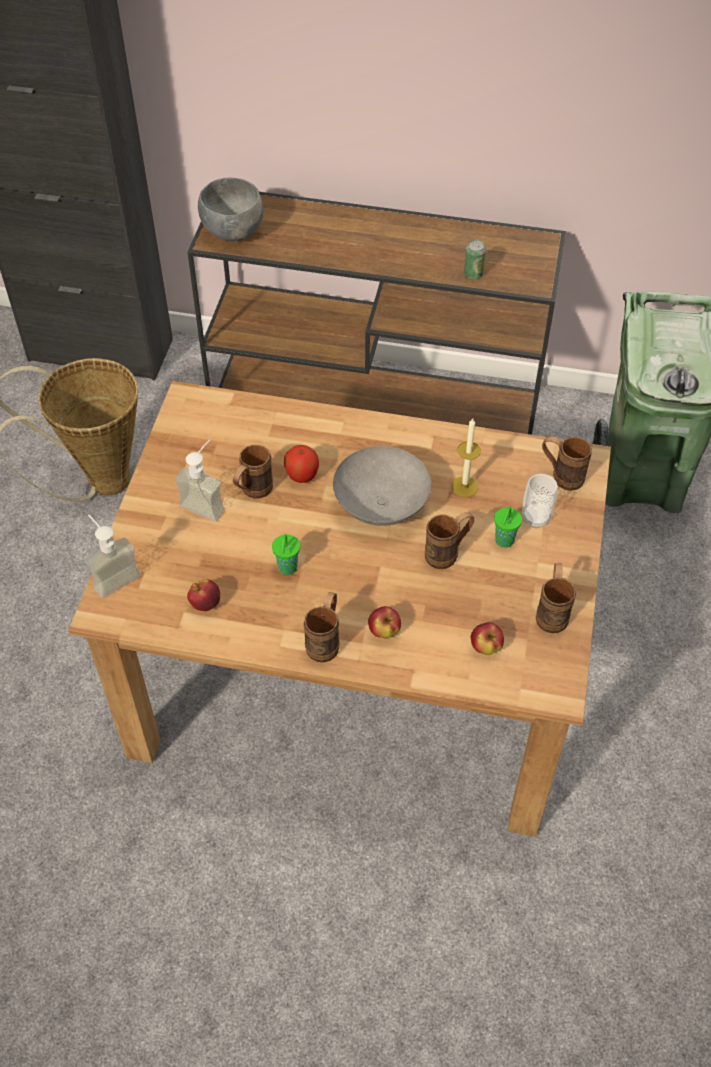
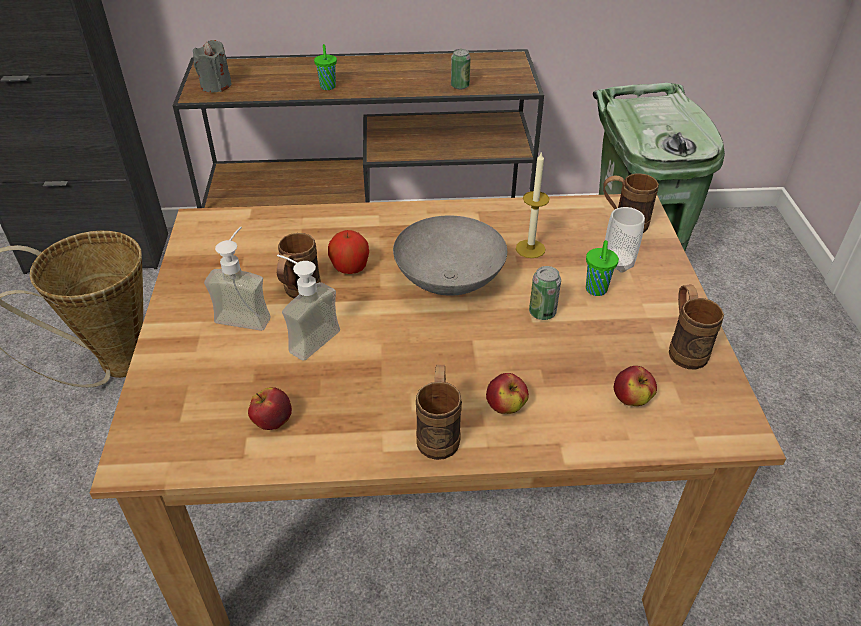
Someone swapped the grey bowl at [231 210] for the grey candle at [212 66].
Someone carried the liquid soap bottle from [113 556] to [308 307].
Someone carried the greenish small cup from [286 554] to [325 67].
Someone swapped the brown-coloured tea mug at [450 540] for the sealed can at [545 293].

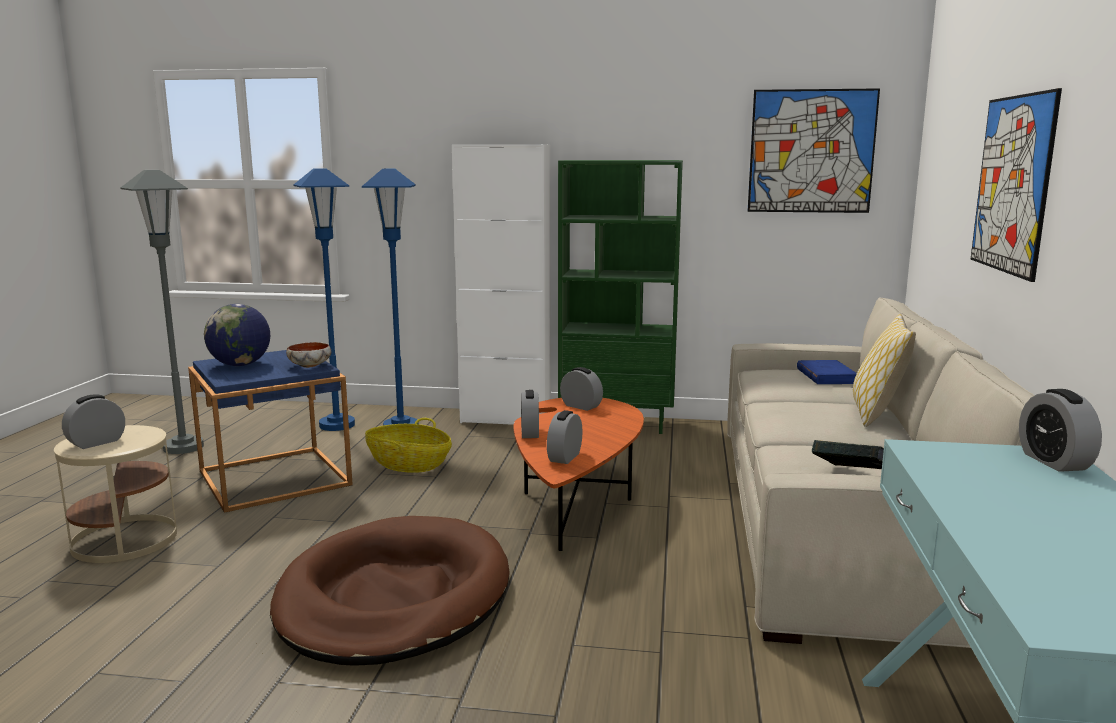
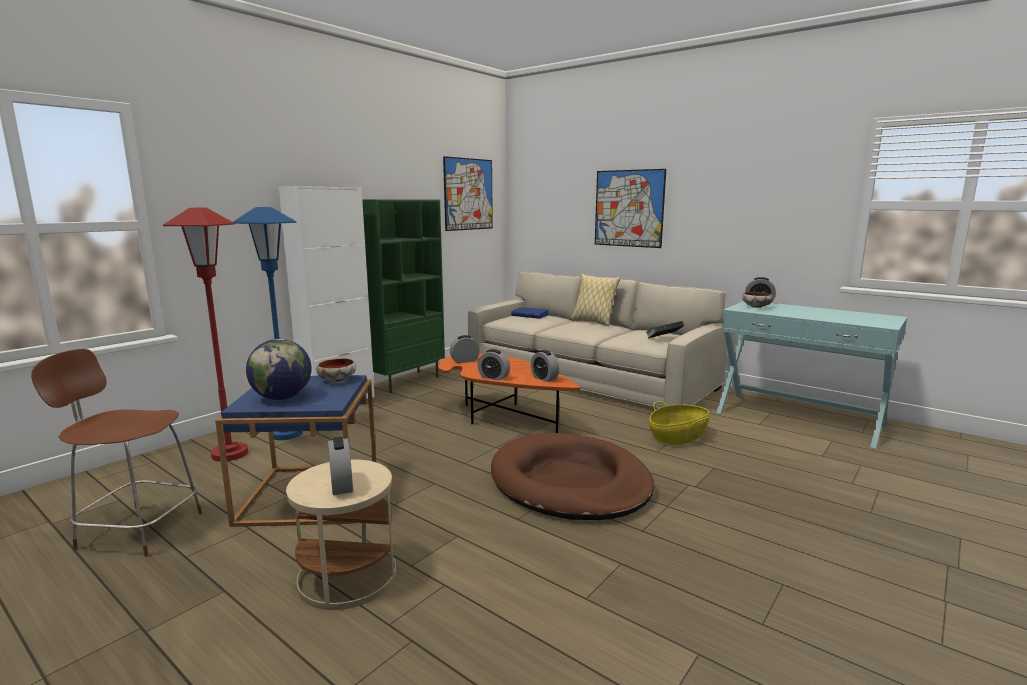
Someone swapped the grey floor lamp at [162 312] for the brown-coloured stool seat at [116 453].
Someone repainted the blue floor lamp at [324 299], which became the red floor lamp at [205 335].
Someone carried the household basket from [408 445] to [679 423].
Someone put down the bowl at [757 300].

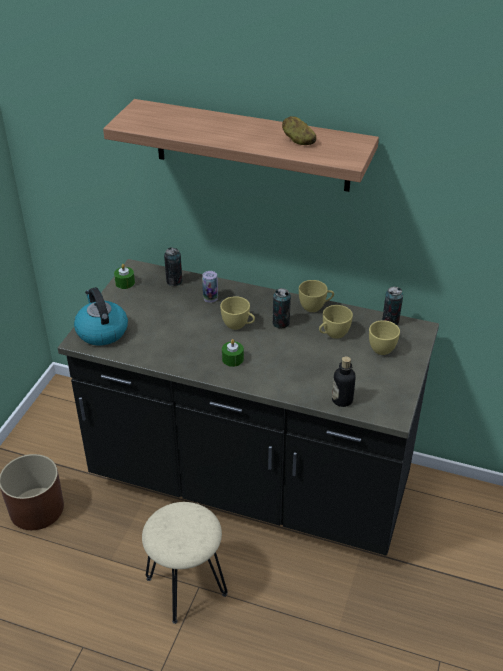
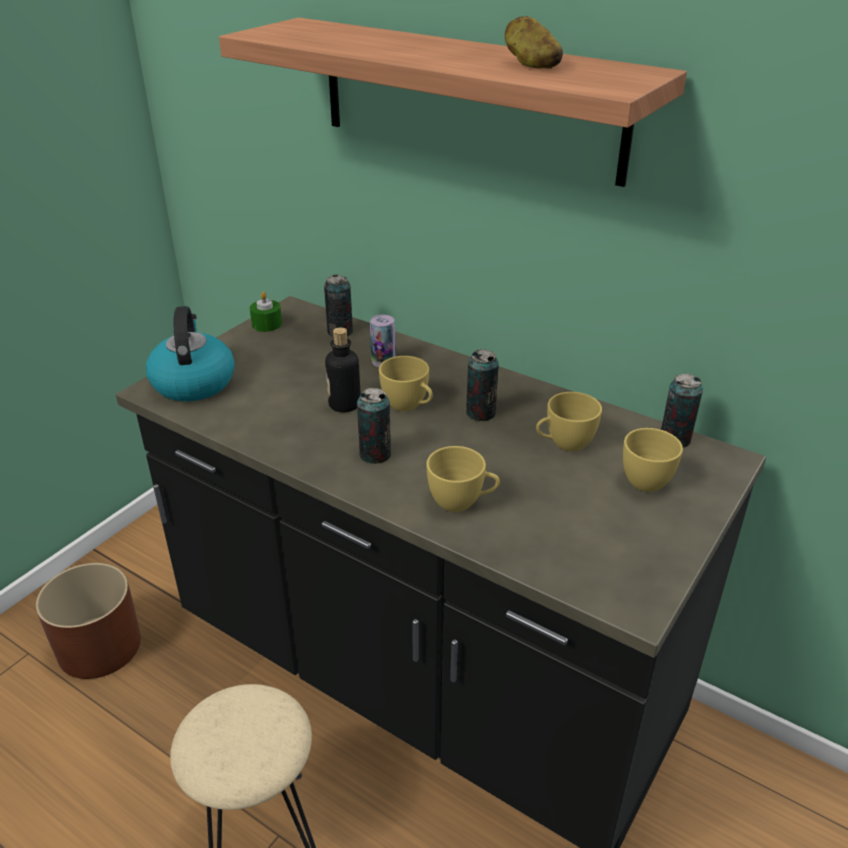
Someone carried the drink bottle from [344 381] to [343 369].
Someone swapped the greenish candle at [233 353] for the sealed can at [374 426].
Someone carried the yellow-coloured small cup from [316 296] to [463 479].

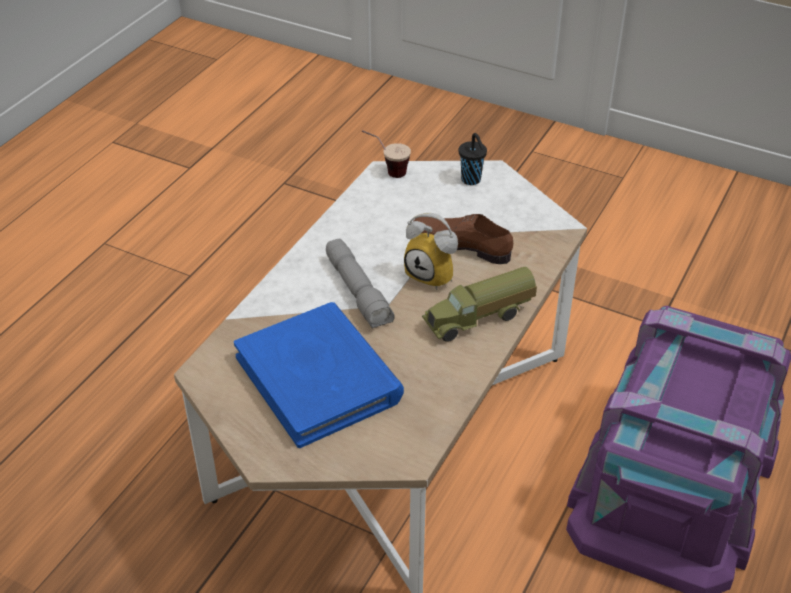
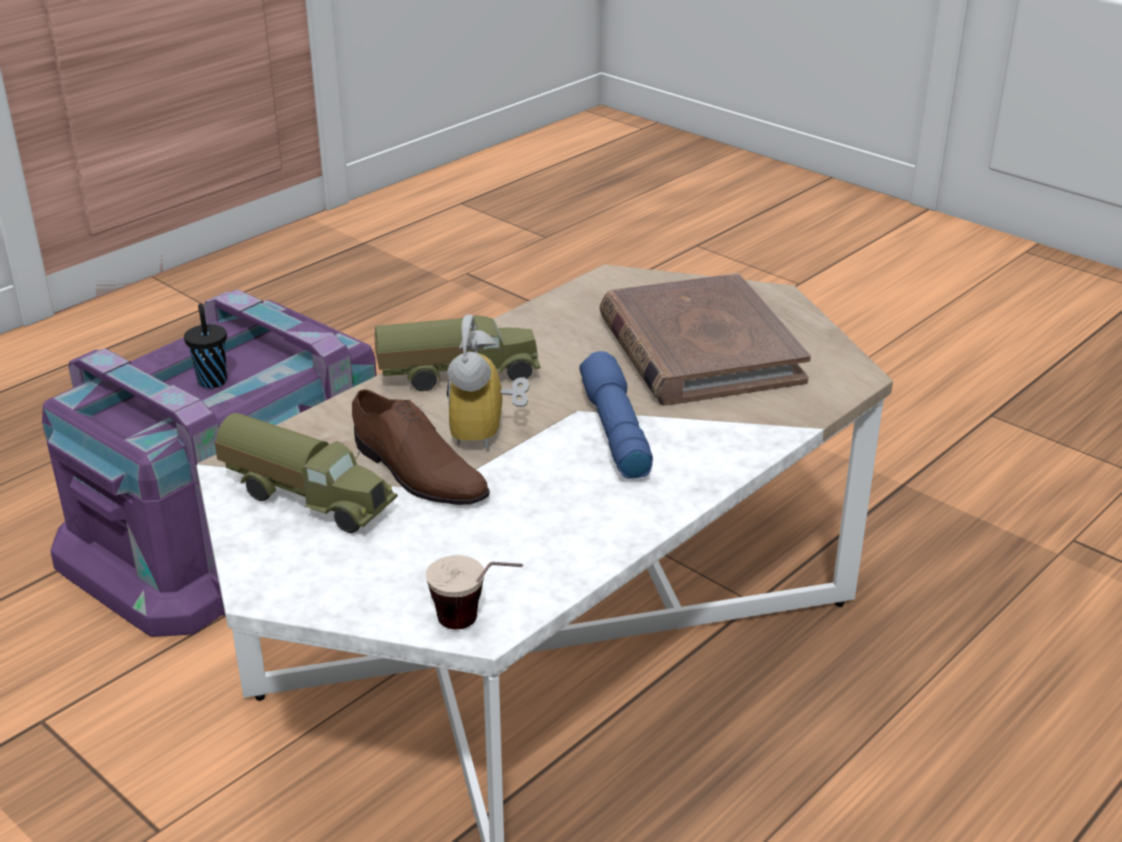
Someone carried the blackish small cup from [473 159] to [205 345].
Someone put down the toy truck at [306 473].
Someone rotated the alarm clock at [431 251] by 135 degrees counterclockwise.
Someone repainted the grey torch at [360 284], which became the blue torch at [616 415].
Someone repainted the blue bound book at [319 375], which became the brown-coloured bound book at [705 339].

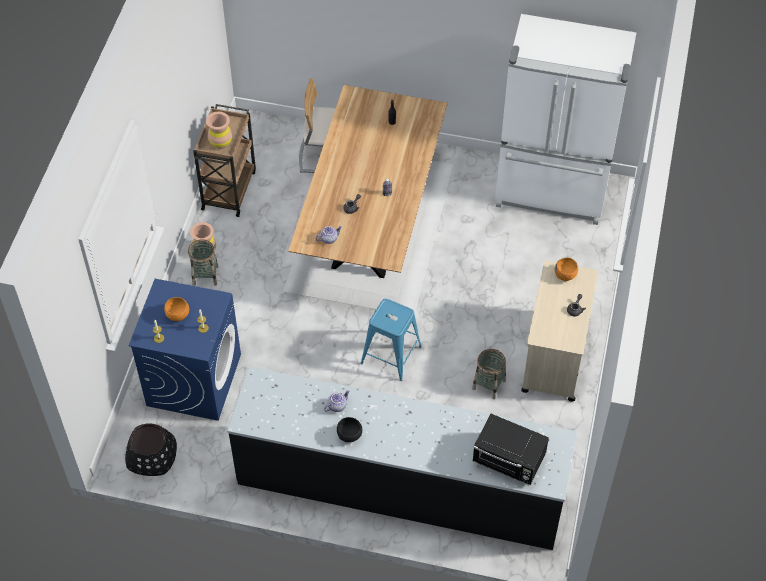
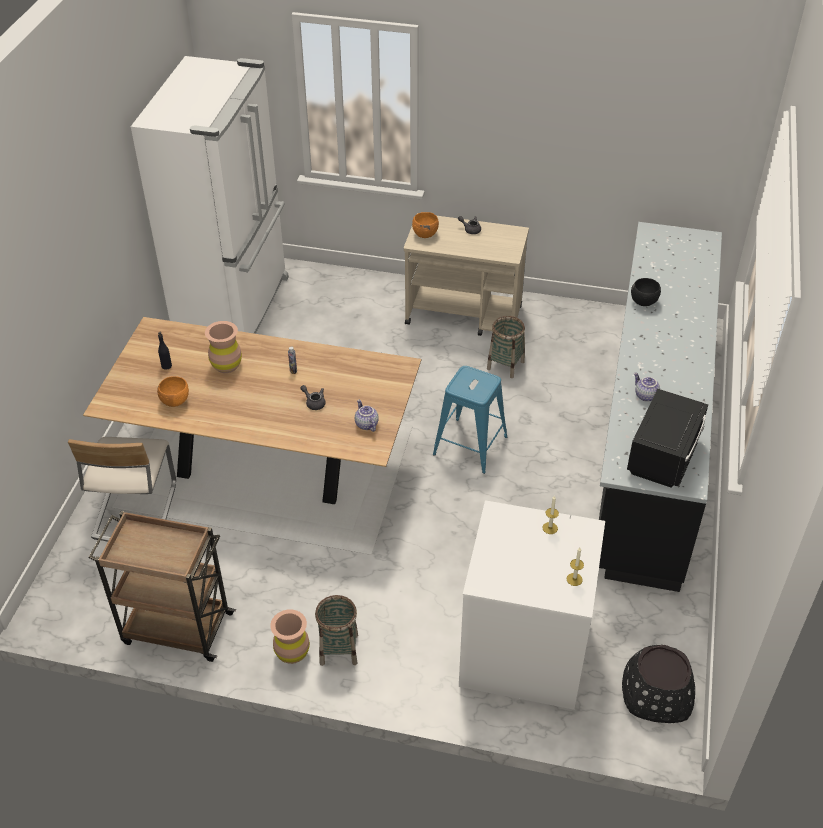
Someone carried the orange bowl from [176 309] to [173 391].
Someone carried the brown-coloured vase from [219 130] to [223 347].
Someone repainted the blue washing machine at [184 350], which became the white-coloured washing machine at [532 605].
Someone carried the blackish microwave oven from [511 449] to [667 438].
Someone carried the blackish bowl from [349 430] to [646 292].

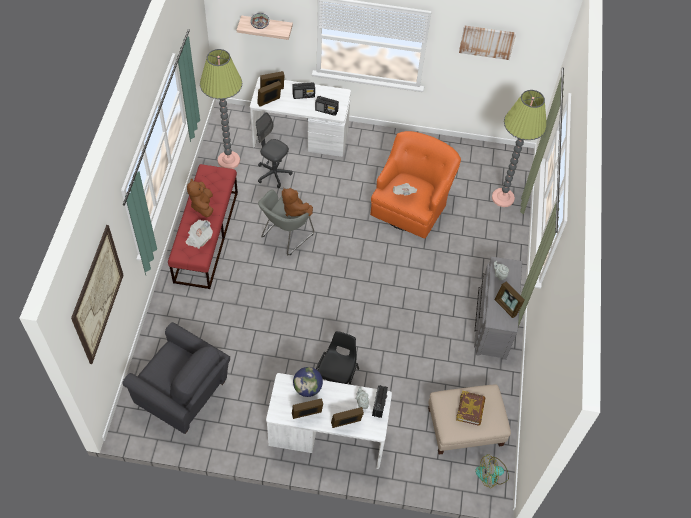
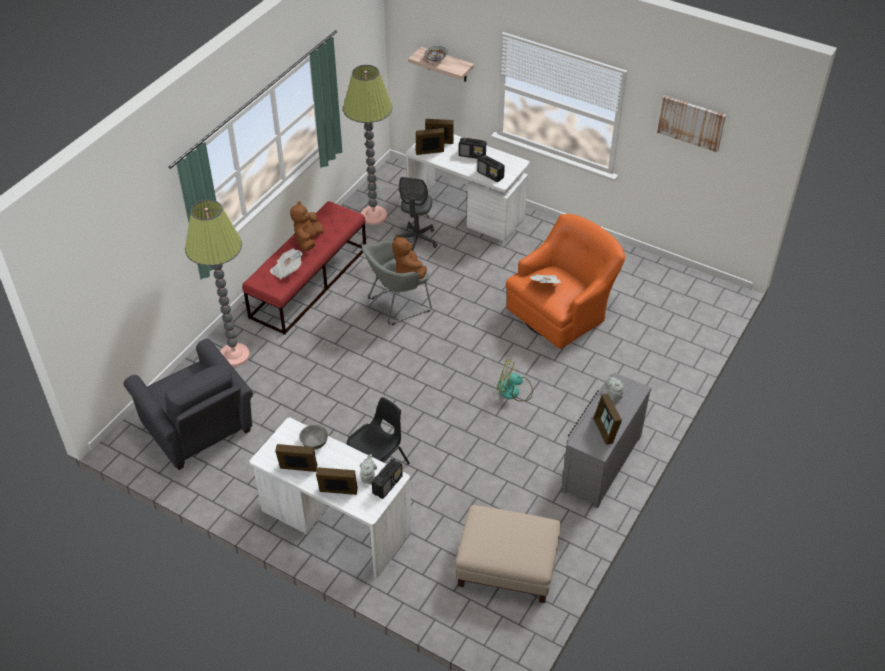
Someone carried the floor lamp from [519 148] to [217 283].
Someone swapped the globe at [308 382] for the grey bowl at [313 437].
Someone rotated the grey desk chair at [274 150] by 135 degrees counterclockwise.
Someone carried the cooling fan from [492 471] to [515 380].
Someone took away the picture at [97 294].
Someone took away the bound book at [470 408].

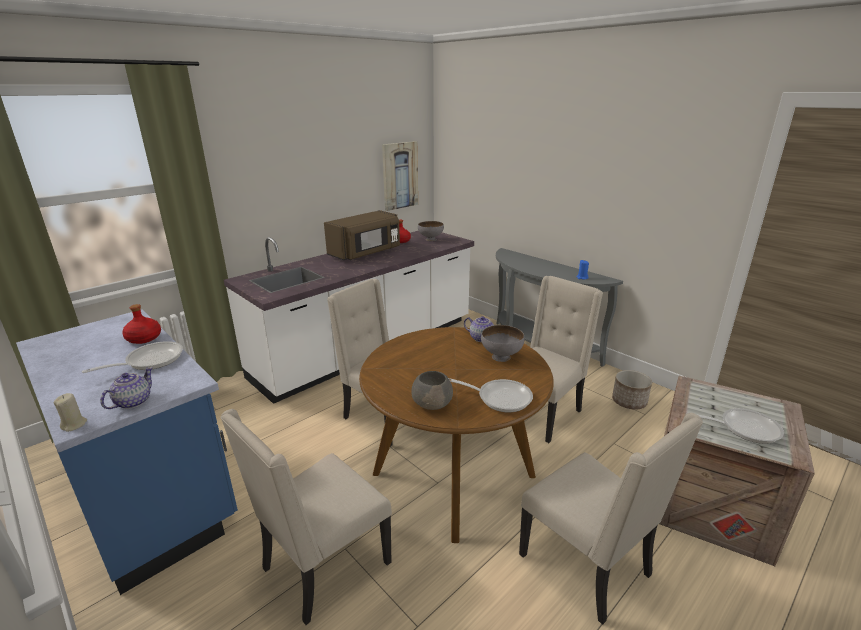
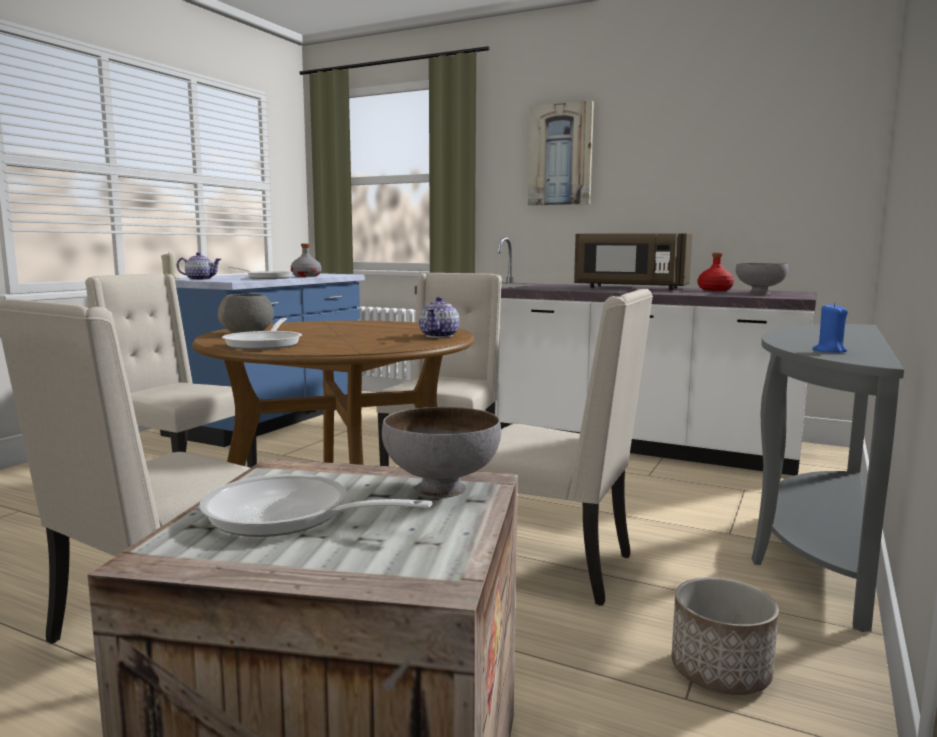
Someone rotated the skillet at [735 426] by 120 degrees clockwise.
Someone repainted the red drink bottle at [141 324], which became the grey drink bottle at [306 260].
Someone carried the grey bowl from [503 343] to [441 452].
Someone carried the picture from [400 176] to [561 153].

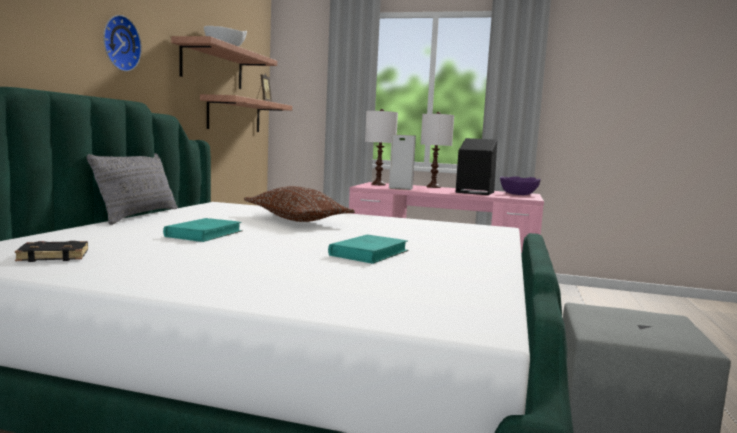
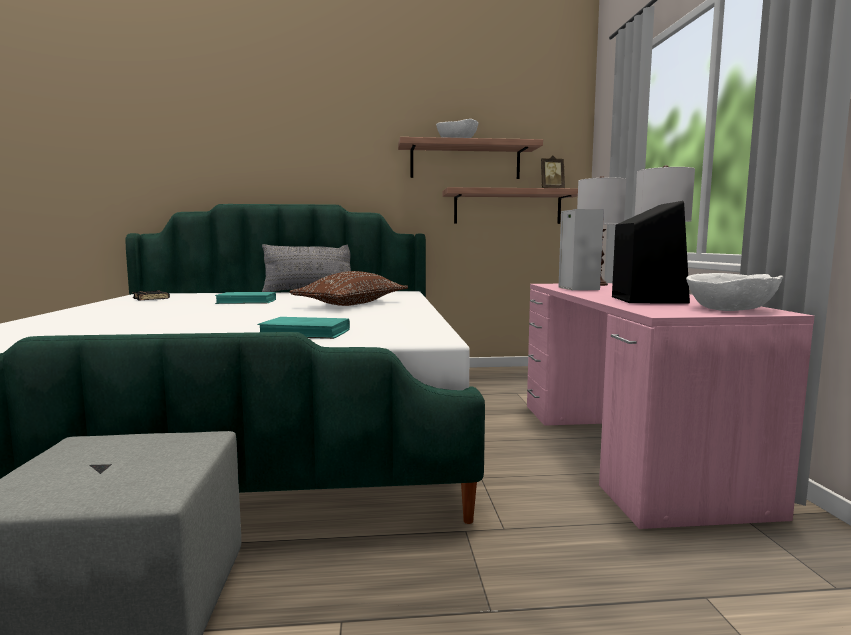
Someone carried the turquoise bound book from [368 249] to [303 328].
Someone repainted the purplish bowl at [520 185], which became the white-coloured bowl at [734 292].
Someone took away the wall clock at [122 43].

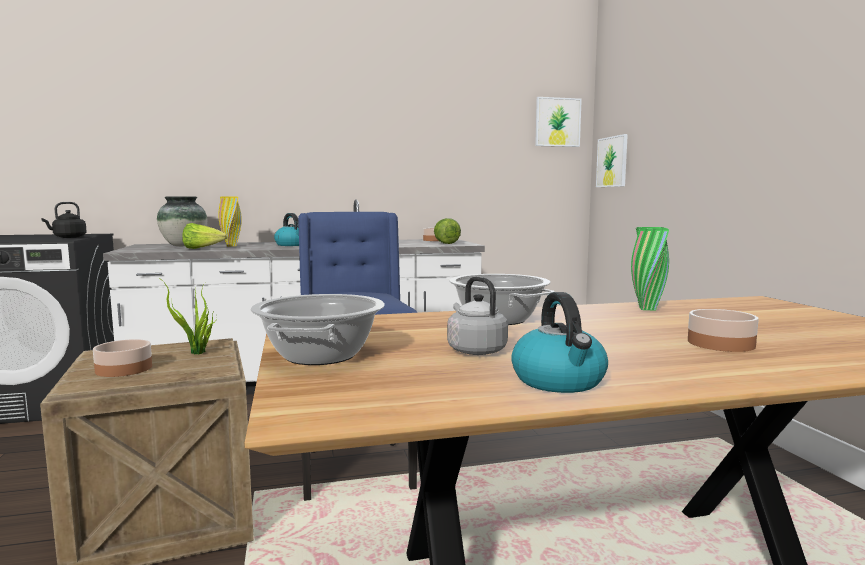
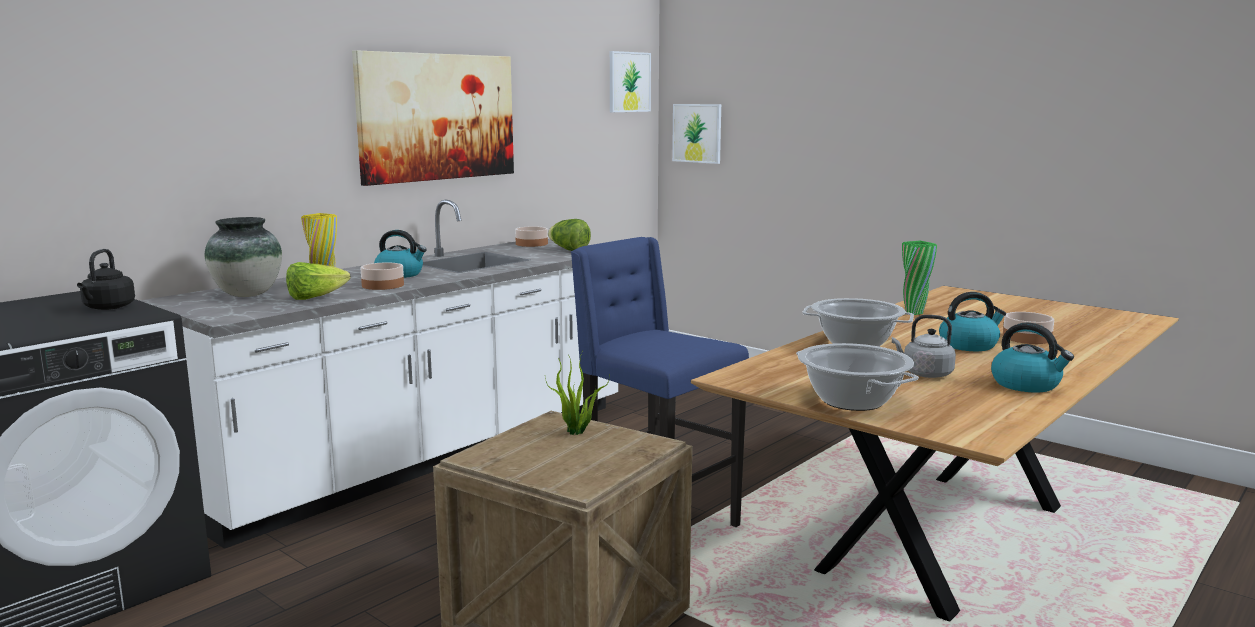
Someone put up the picture at [433 118].
Someone carried the bowl from [122 358] to [382 276].
Someone put down the tea kettle at [972 321].

